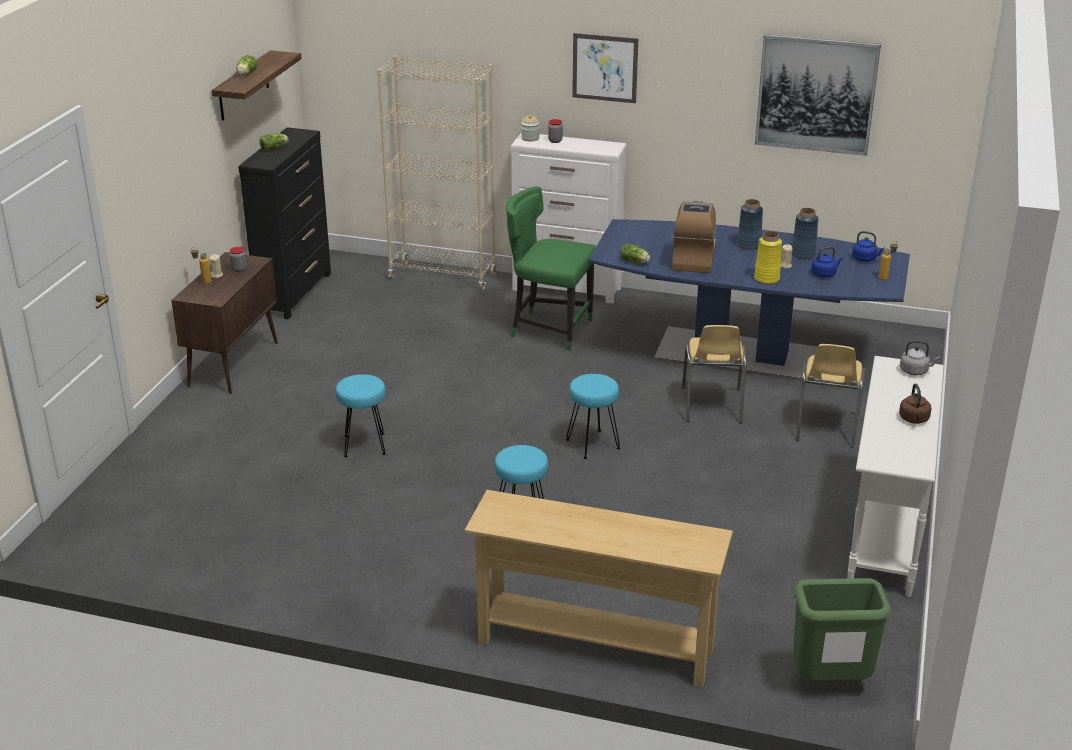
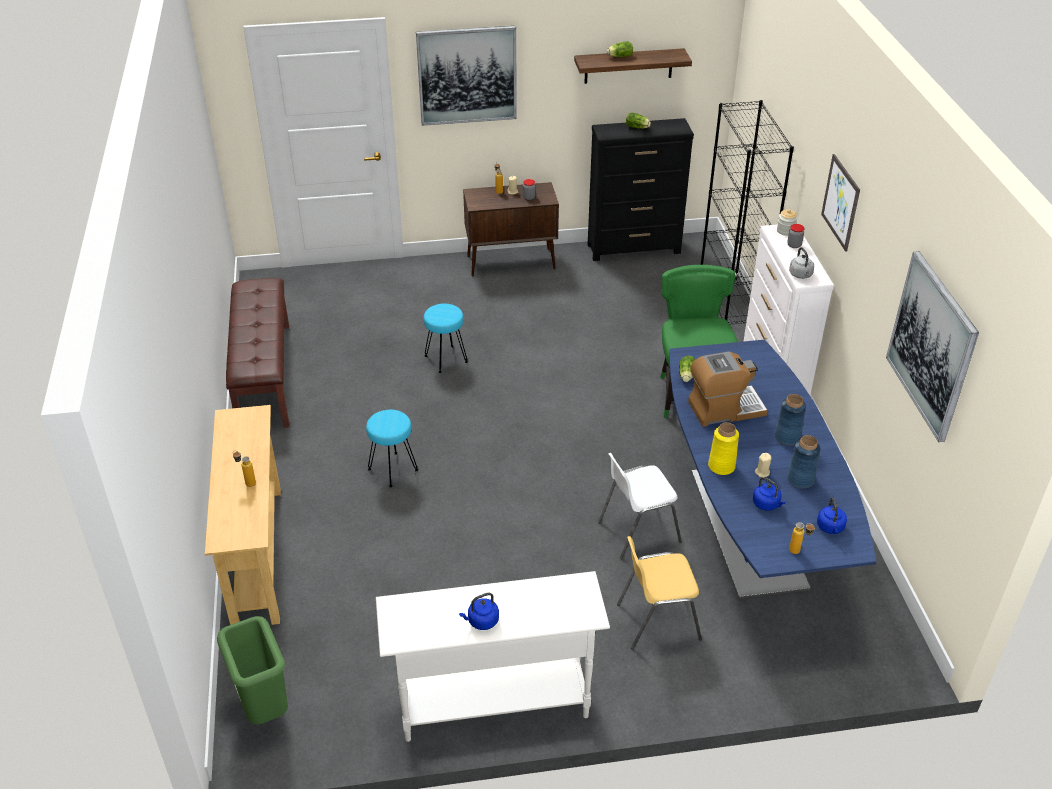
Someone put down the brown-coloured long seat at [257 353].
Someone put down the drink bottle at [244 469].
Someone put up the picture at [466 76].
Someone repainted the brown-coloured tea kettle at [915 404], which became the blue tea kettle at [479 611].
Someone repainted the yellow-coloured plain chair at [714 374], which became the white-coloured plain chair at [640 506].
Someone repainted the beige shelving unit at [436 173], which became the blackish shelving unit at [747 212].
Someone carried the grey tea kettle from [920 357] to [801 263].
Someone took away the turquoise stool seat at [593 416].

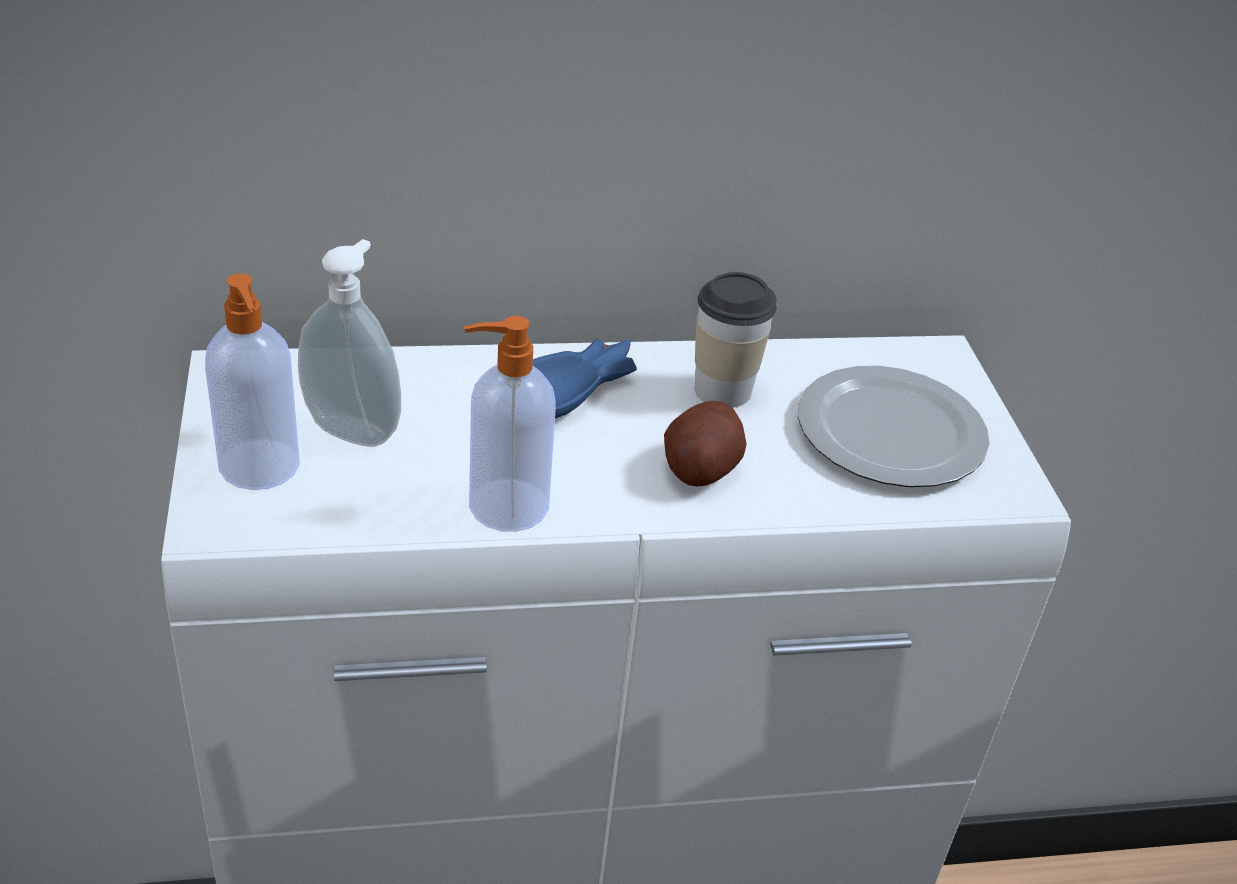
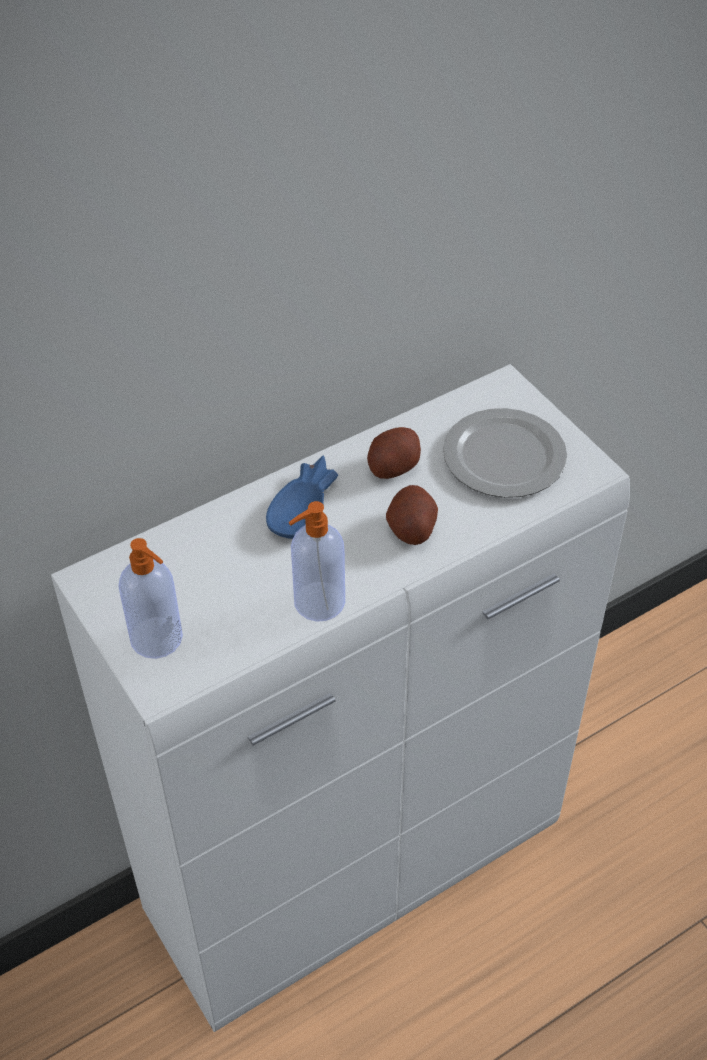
Someone swapped the small cup at [736 340] for the spud at [394 453].
Someone took away the liquid soap bottle at [349 343].

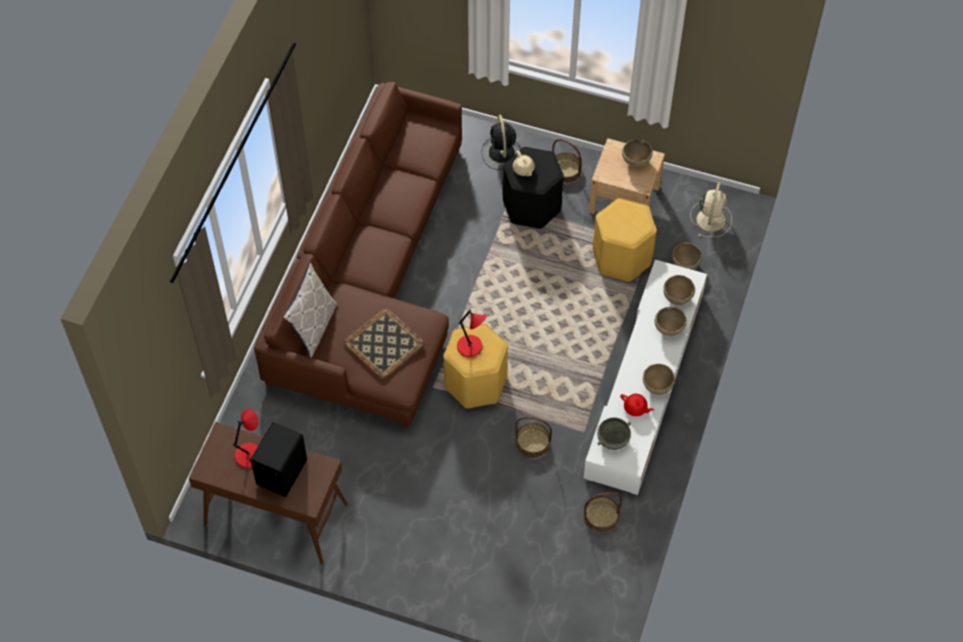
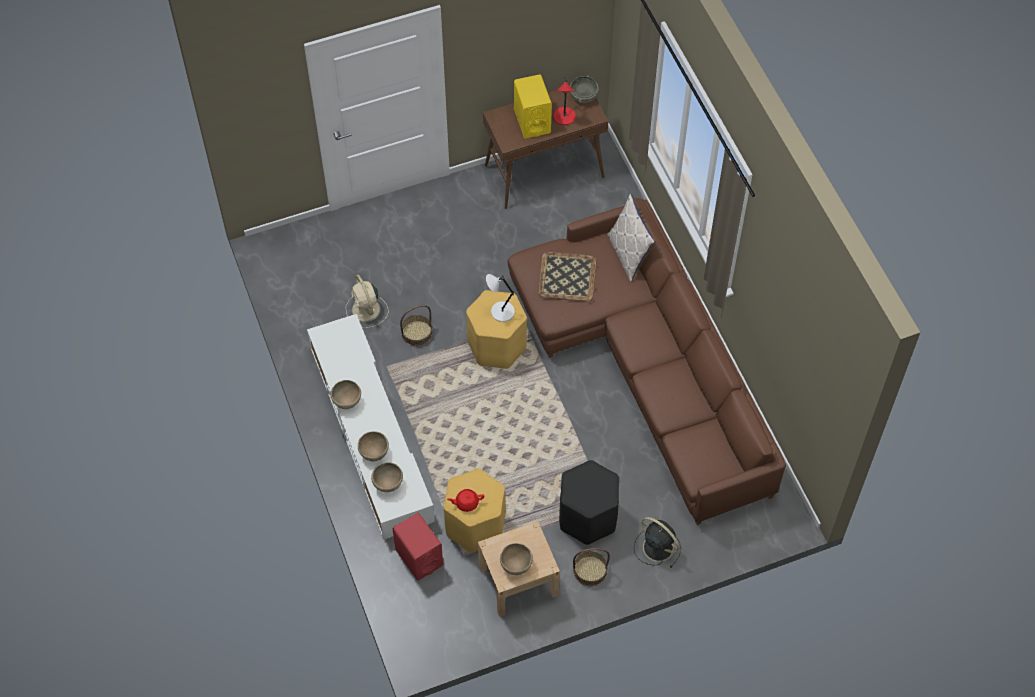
Someone carried the beige cooling fan from [711 209] to [367 301].
Someone swapped the brown-coloured bowl at [687 256] for the red speaker at [418 547].
Someone carried the red pot for tea from [637 405] to [465 500].
Someone repainted the red tabletop lamp at [471 333], which became the white-coloured tabletop lamp at [500 298].
Someone repainted the blackish speaker at [278 459], which became the yellow-coloured speaker at [533 106].
Someone carried the grey bowl from [614 433] to [584 89].
Someone took away the beige pot for tea at [524 163].
Someone took away the household basket at [603 512].

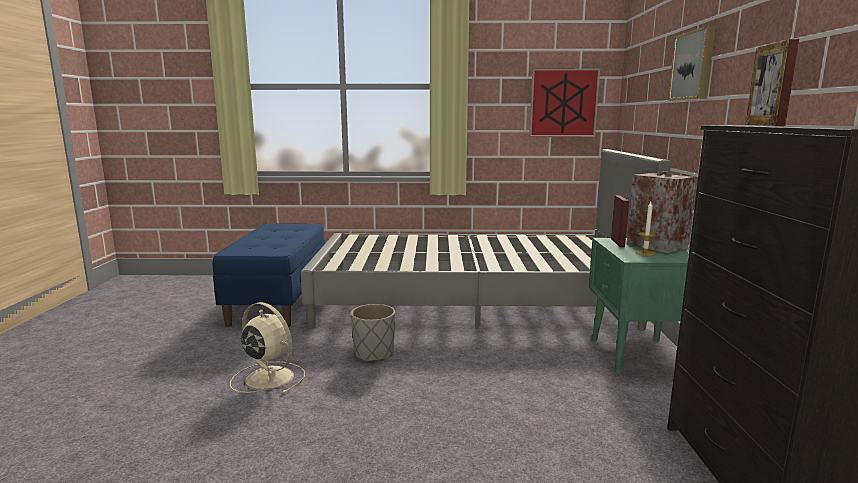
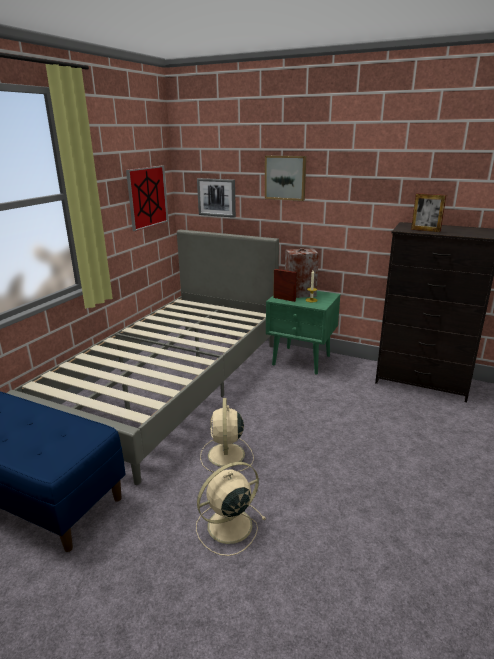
Someone put up the picture at [216 198].
Someone swapped the grey flower pot at [373 333] for the beige cooling fan at [227 435].

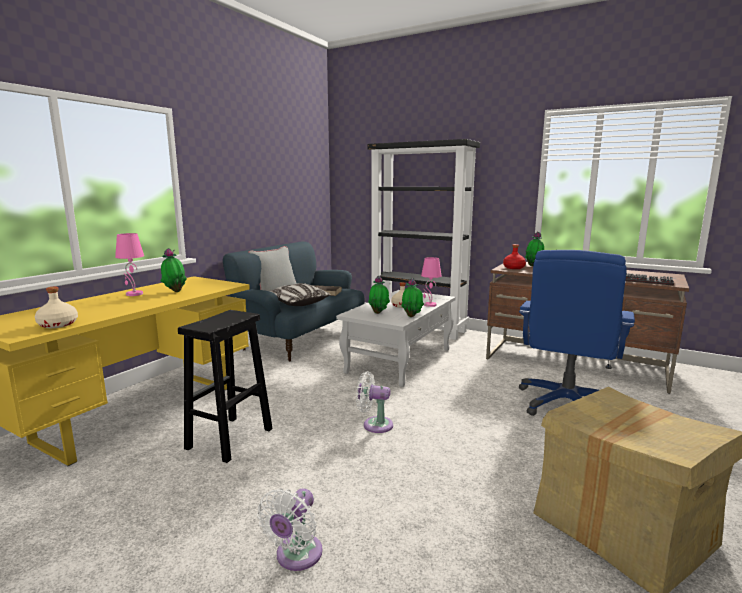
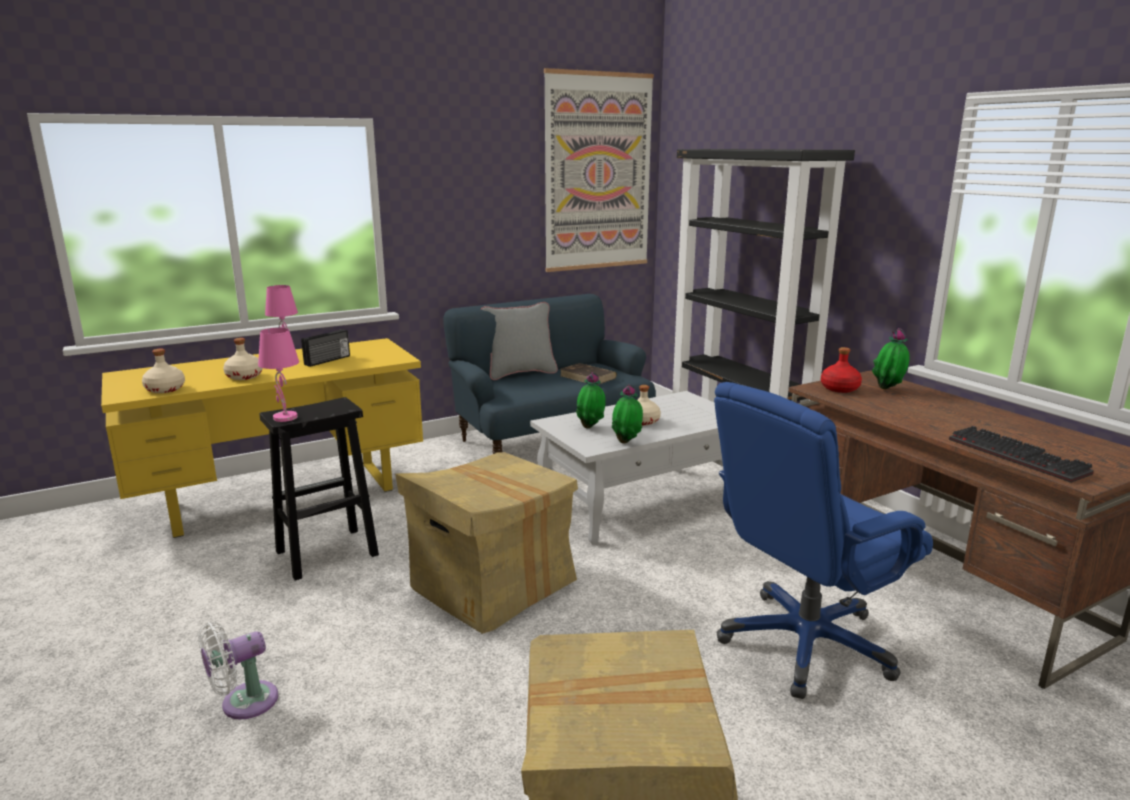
Someone put down the beige drink bottle at [243 359].
Someone carried the pink-coloured tabletop lamp from [431 282] to [278 375].
Someone swapped the plant in a pot at [174 270] for the radio receiver at [325 348].
Someone swapped the white-coloured cooling fan at [374 402] for the packing box at [486 543].
Someone put up the picture at [599 170].
Someone took away the throw pillow at [300 294].

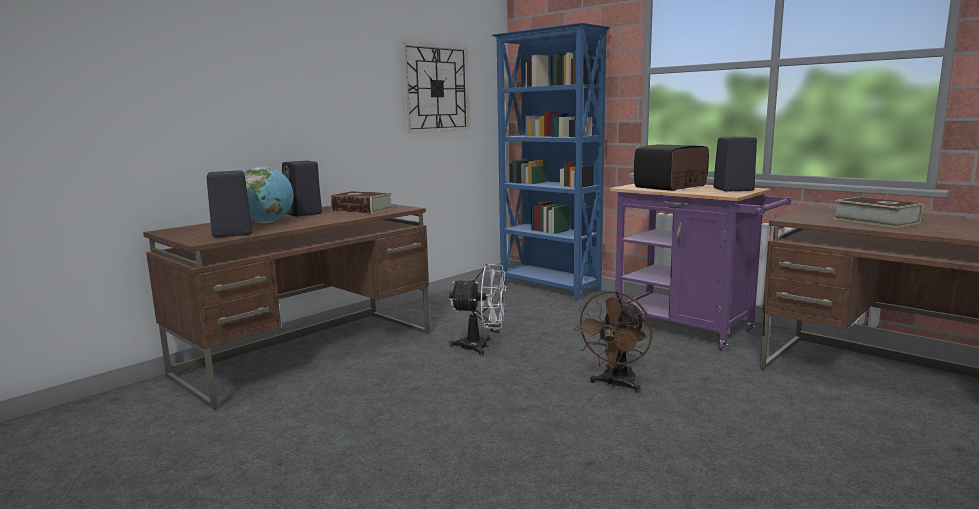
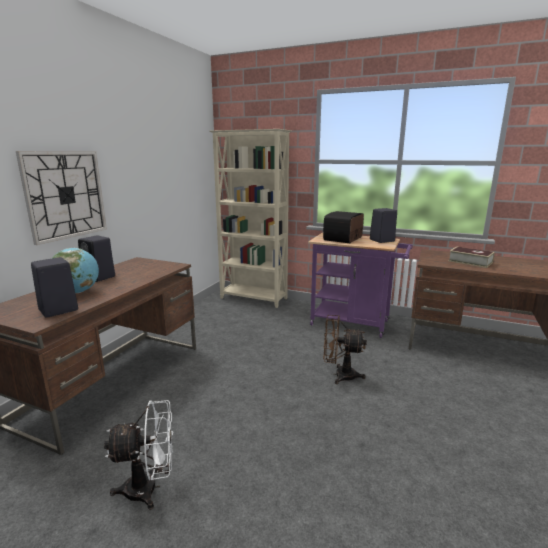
Someone carried the wall clock from [435 87] to [61 198].
Someone carried the white-coloured cooling fan from [477 310] to [138 455].
Someone repainted the blue shelving unit at [551 162], which became the beige shelving unit at [251 218].
Someone rotated the brown-coloured cooling fan at [613 342] by 90 degrees clockwise.
Someone took away the bound book at [361 202].

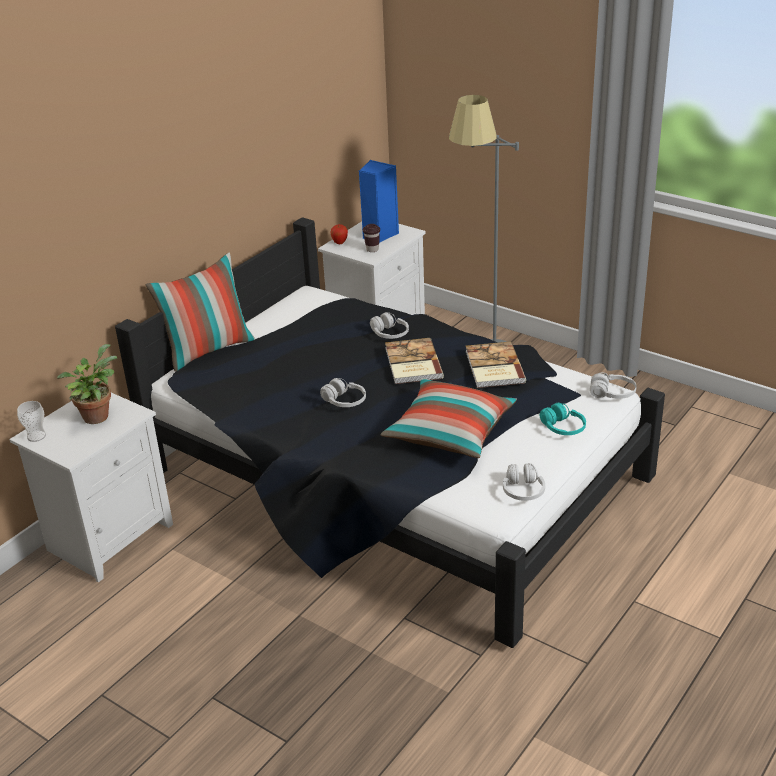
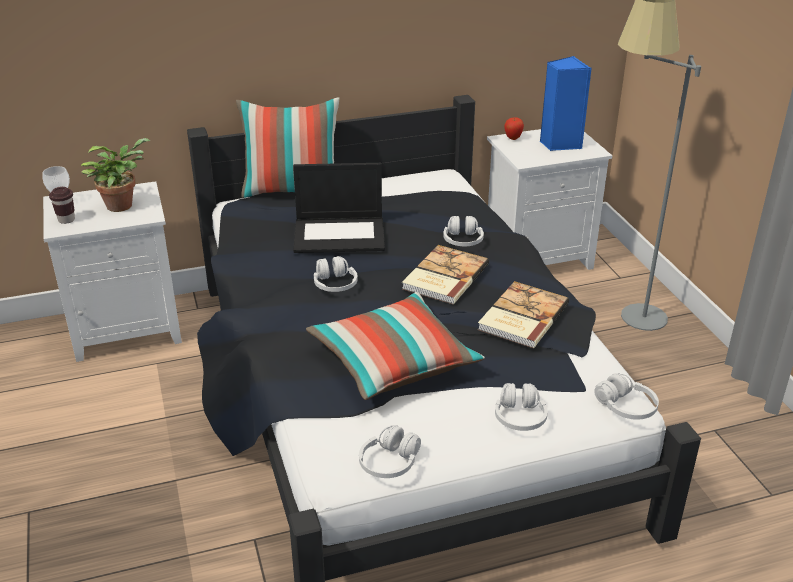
Someone carried the brown-coloured small cup from [371 238] to [62 205].
Someone put down the notebook computer at [339 208].
Someone repainted the turquoise headphones at [563 419], which became the white-coloured headphones at [521 407].

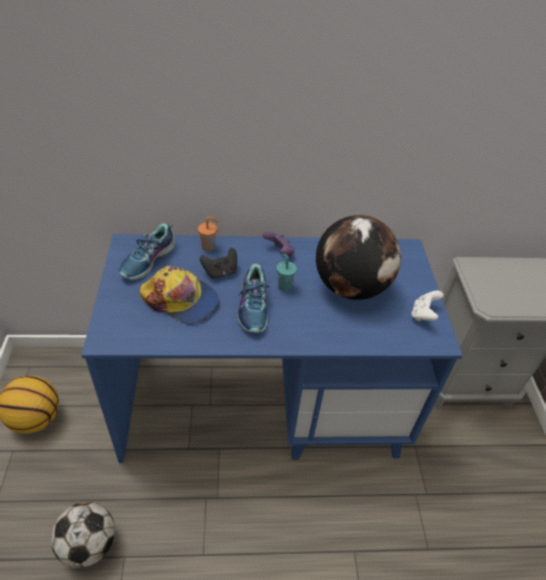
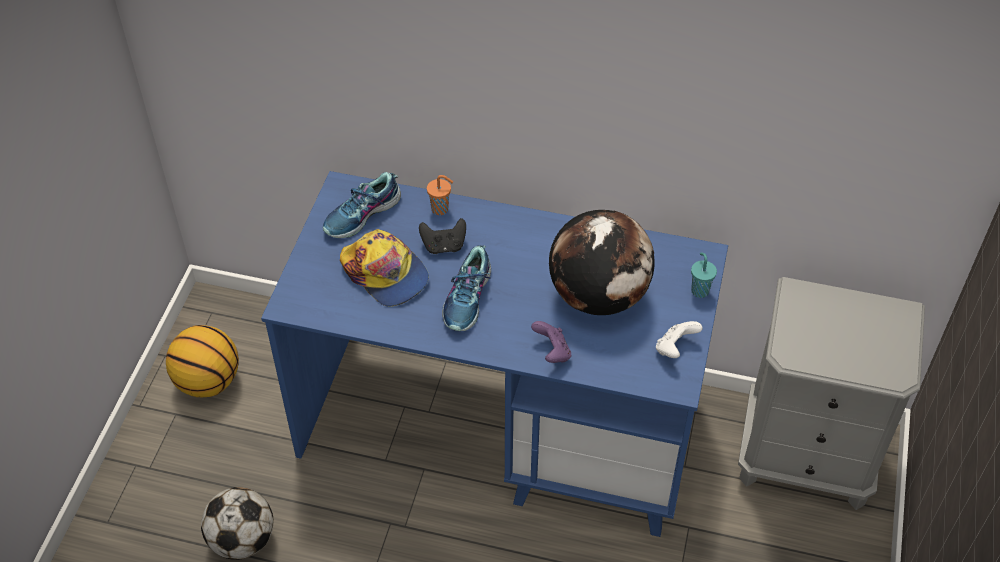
Someone carried the purplish game controller from [279 244] to [551 342].
Someone carried the turquoise small cup from [286 273] to [704 275].

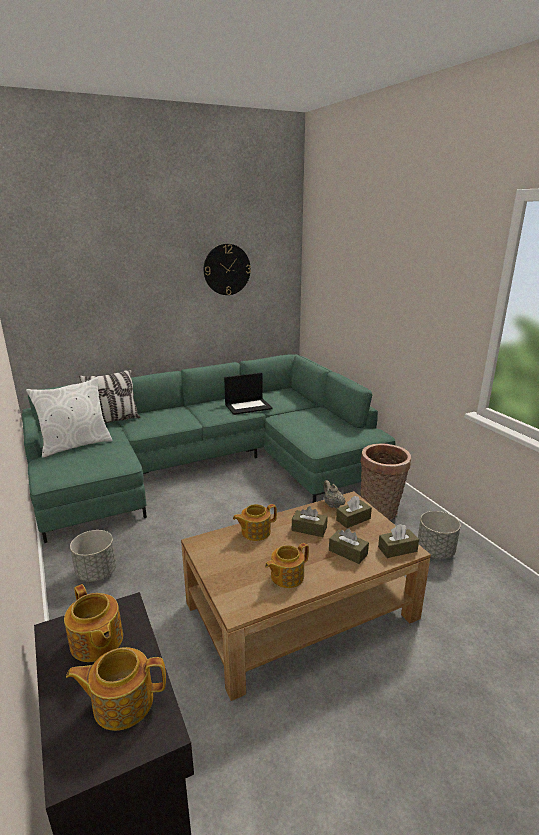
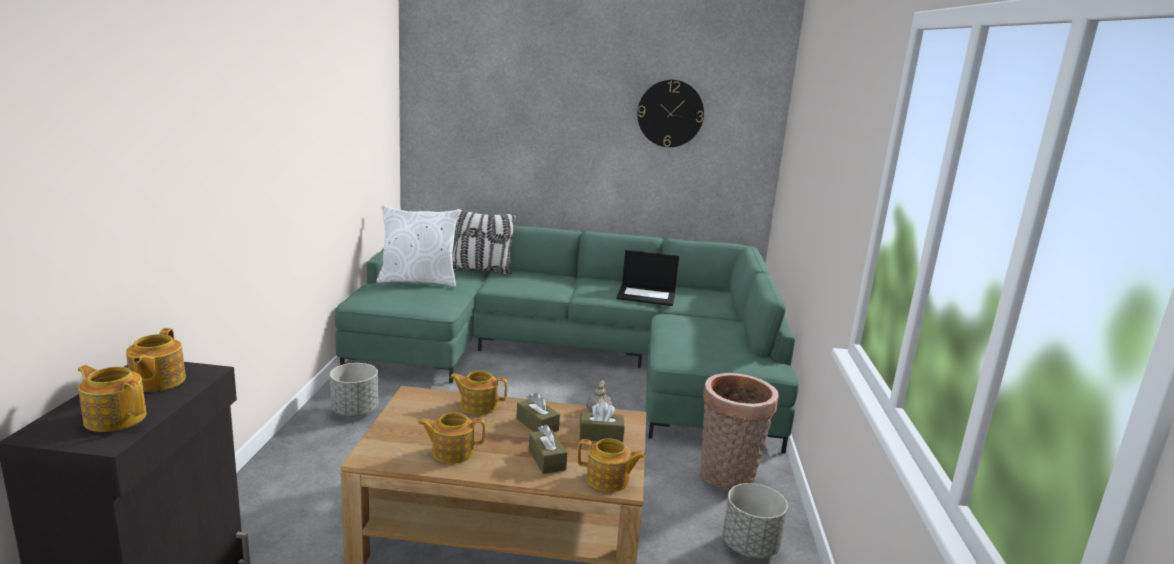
Someone swapped the brown-coloured tissue box at [398 541] for the pot for tea at [611 465].

